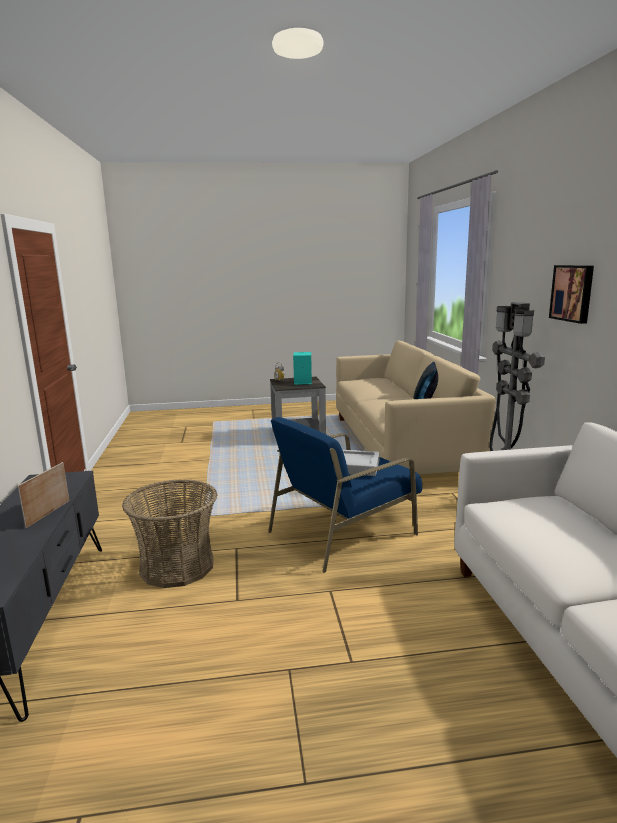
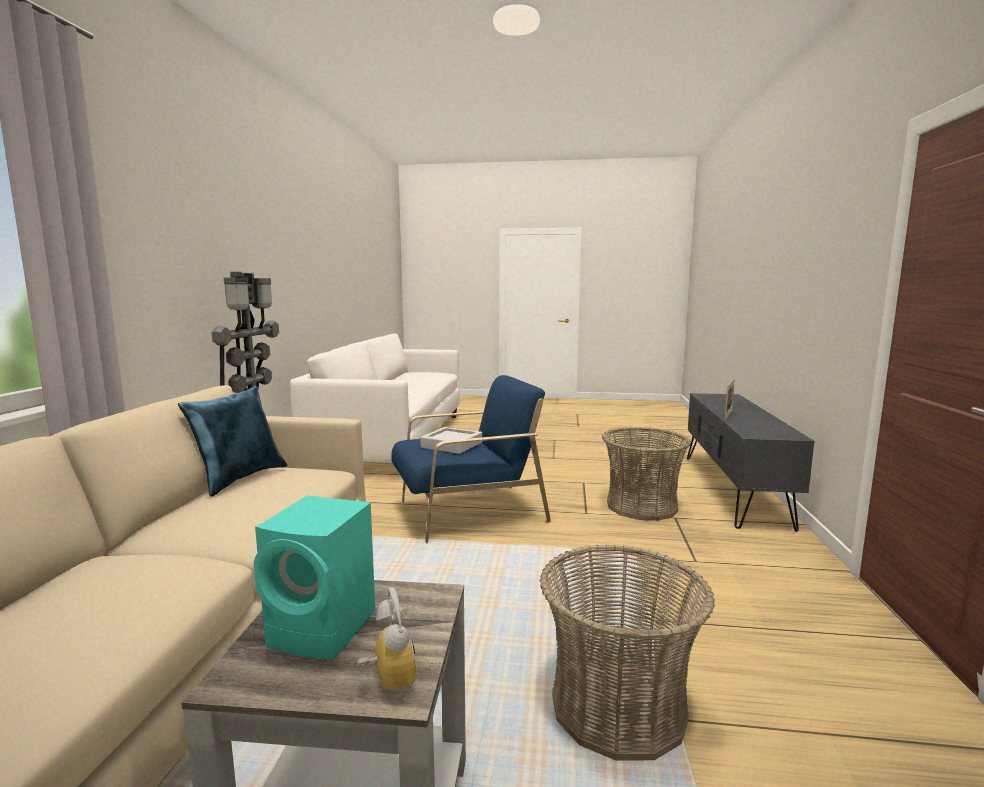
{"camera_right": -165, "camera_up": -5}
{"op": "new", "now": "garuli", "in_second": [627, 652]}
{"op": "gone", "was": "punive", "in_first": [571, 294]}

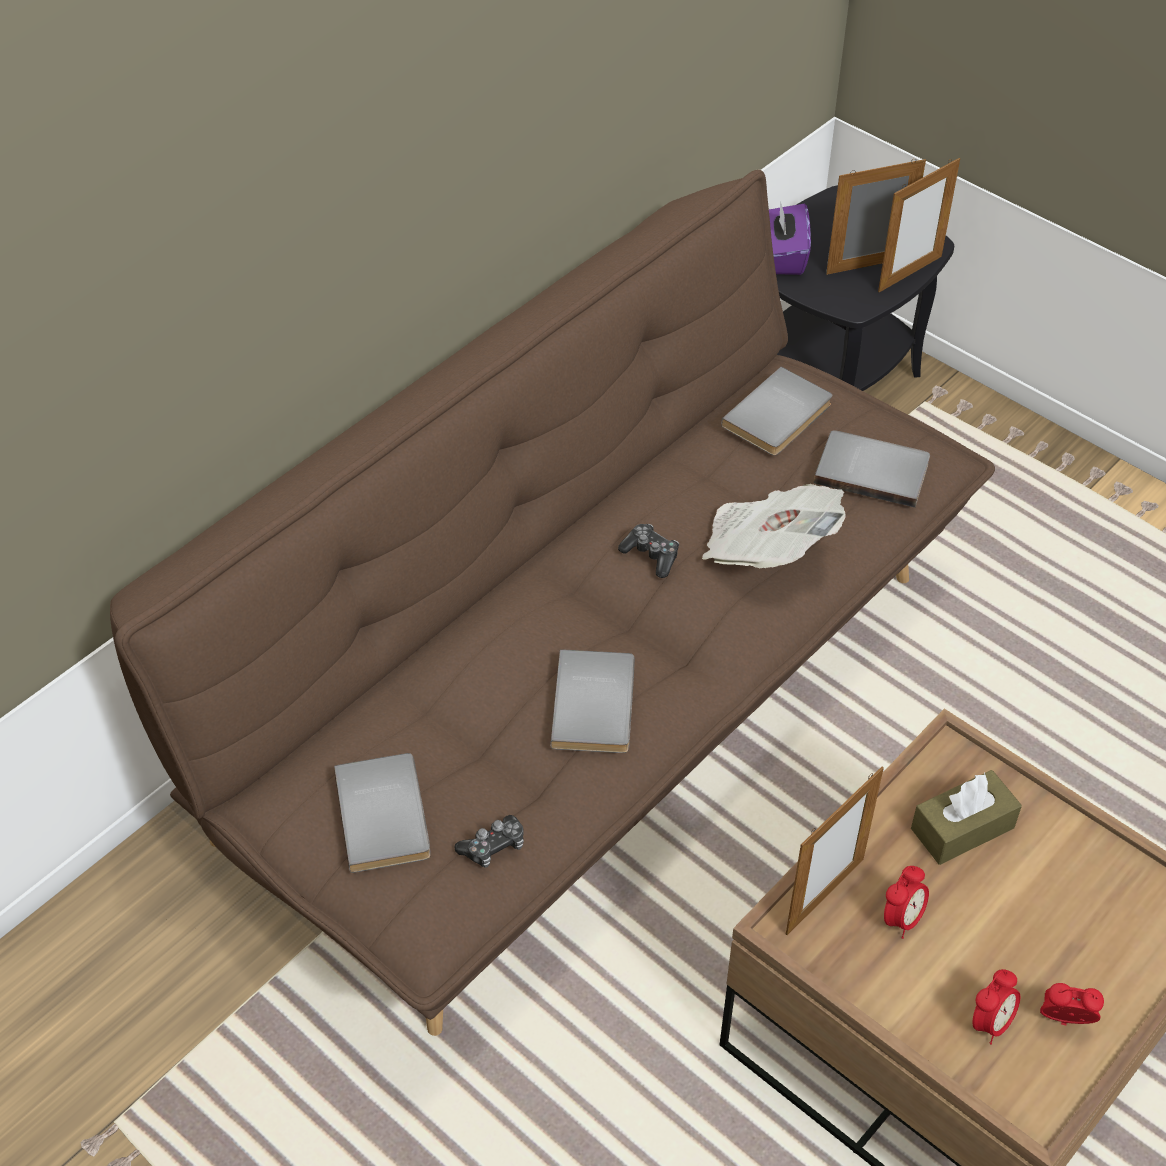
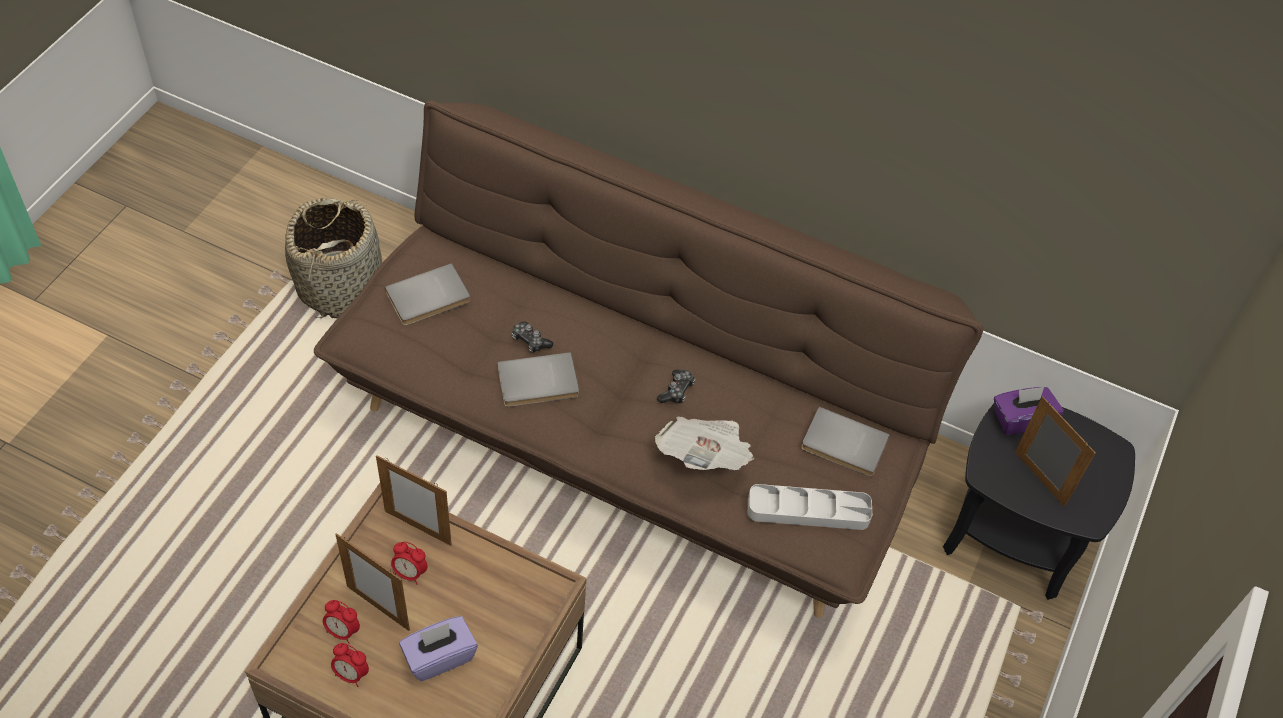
{"camera_right": 70, "camera_up": 5}
{"op": "new", "now": "garuli", "in_second": [333, 258]}
{"op": "rotated", "was": "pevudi", "in_first": [1072, 1004], "in_second": [350, 665], "clockwise": 120}
{"op": "shifted", "was": "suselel", "in_first": [919, 225], "in_second": [372, 582]}
{"op": "new", "now": "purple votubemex", "in_second": [438, 648]}
{"op": "shifted", "was": "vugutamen", "in_first": [489, 841], "in_second": [532, 337]}
{"op": "swapped", "was": "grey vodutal", "now": "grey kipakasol", "in_first": [872, 469], "in_second": [810, 507]}
{"op": "gone", "was": "brown votubemex", "in_first": [966, 817]}

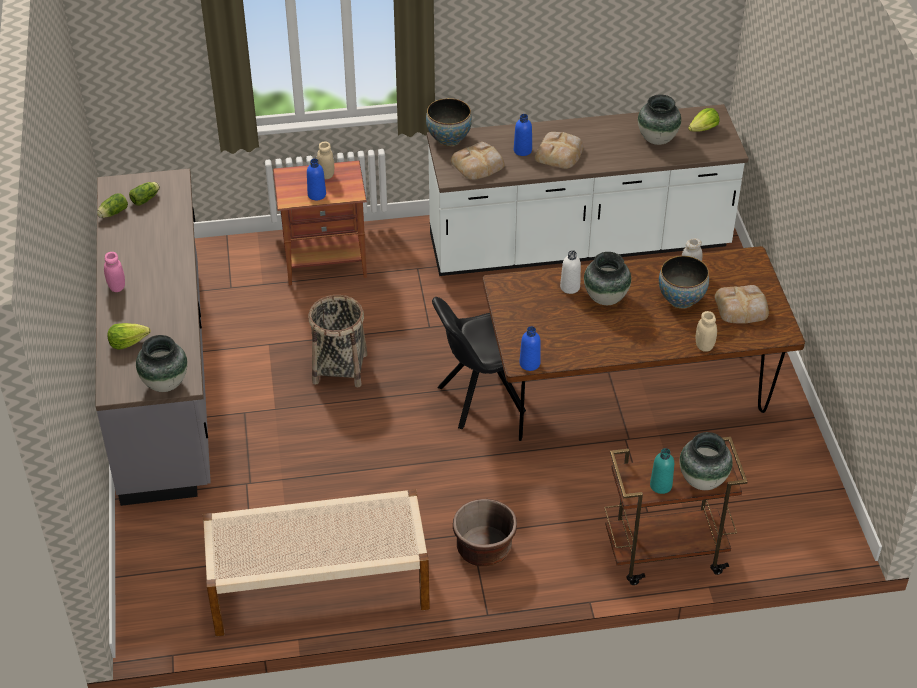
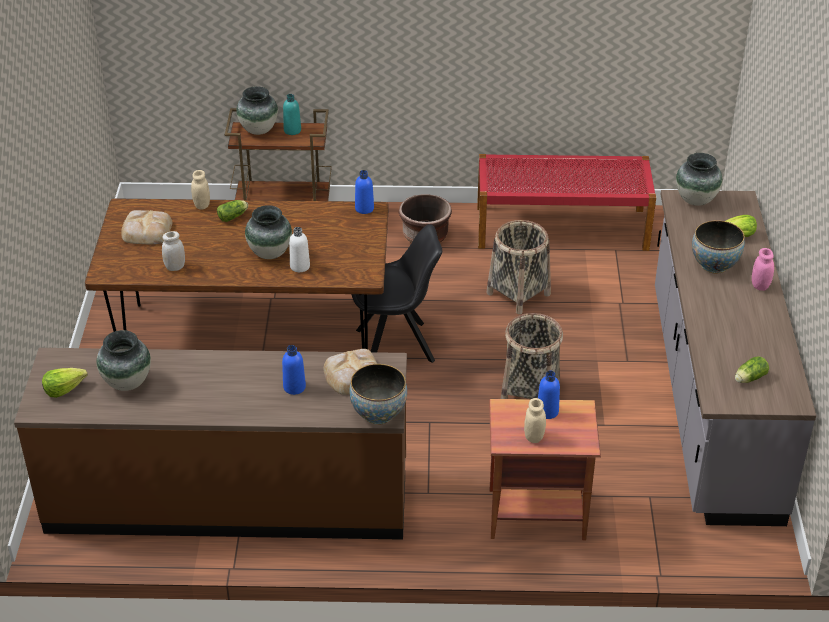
{"camera_right": -170, "camera_up": -5}
{"op": "repainted", "was": "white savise", "now": "brown savise", "in_first": [587, 190], "in_second": [210, 444]}
{"op": "shifted", "was": "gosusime", "in_first": [112, 205], "in_second": [232, 211]}
{"op": "repainted", "was": "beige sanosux", "now": "red sanosux", "in_first": [316, 562], "in_second": [566, 202]}
{"op": "new", "now": "garuli", "in_second": [519, 267]}
{"op": "shifted", "was": "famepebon", "in_first": [684, 282], "in_second": [718, 247]}
{"op": "gone", "was": "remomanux", "in_first": [559, 150]}

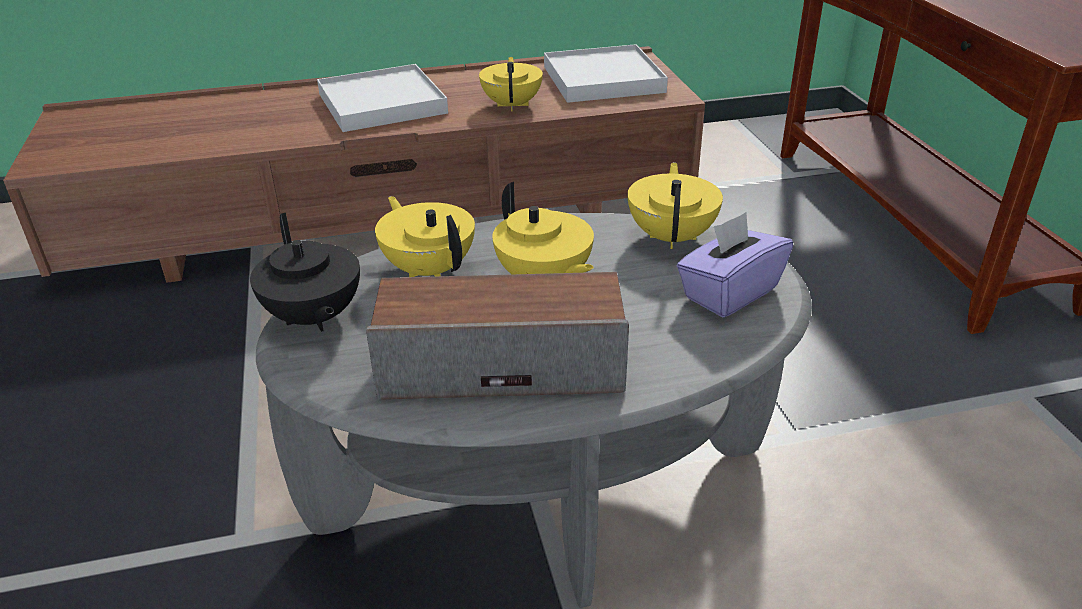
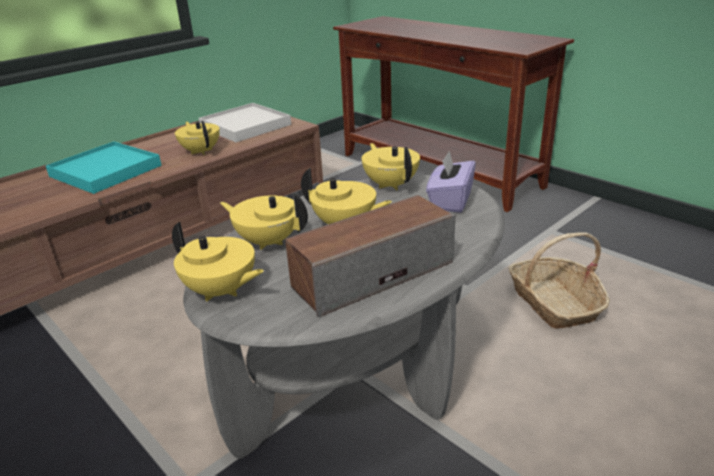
{"camera_right": -30, "camera_up": -5}
{"op": "repainted", "was": "white kipakasol", "now": "turquoise kipakasol", "in_first": [382, 98], "in_second": [104, 167]}
{"op": "repainted", "was": "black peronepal", "now": "yellow peronepal", "in_first": [305, 272], "in_second": [218, 261]}
{"op": "new", "now": "garuli", "in_second": [559, 280]}

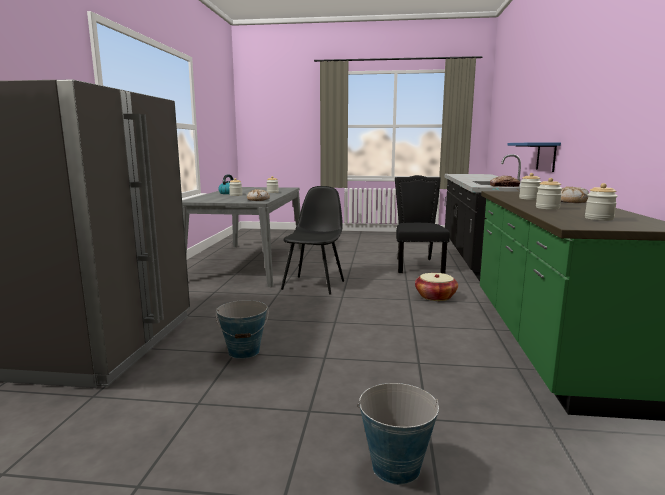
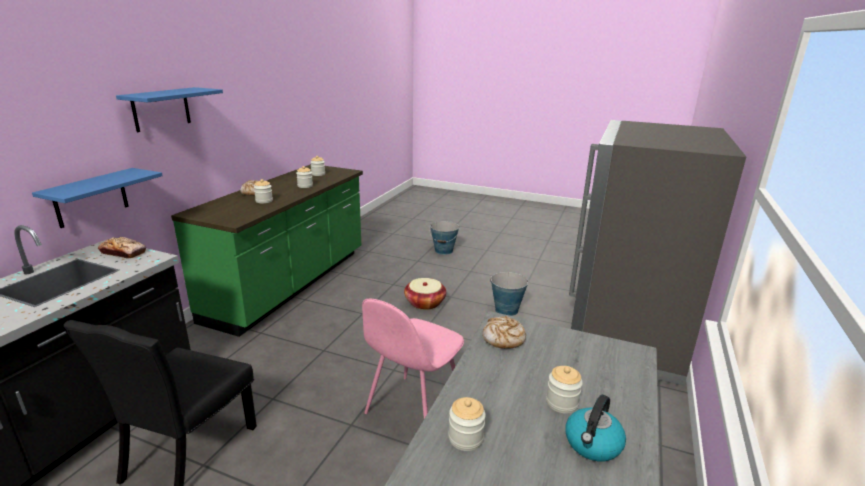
{"camera_right": -165, "camera_up": 10}
{"op": "new", "now": "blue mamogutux", "in_second": [169, 109]}
{"op": "repainted", "was": "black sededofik", "now": "pink sededofik", "in_first": [312, 240], "in_second": [413, 359]}
{"op": "shifted", "was": "garuli", "in_first": [436, 287], "in_second": [425, 294]}

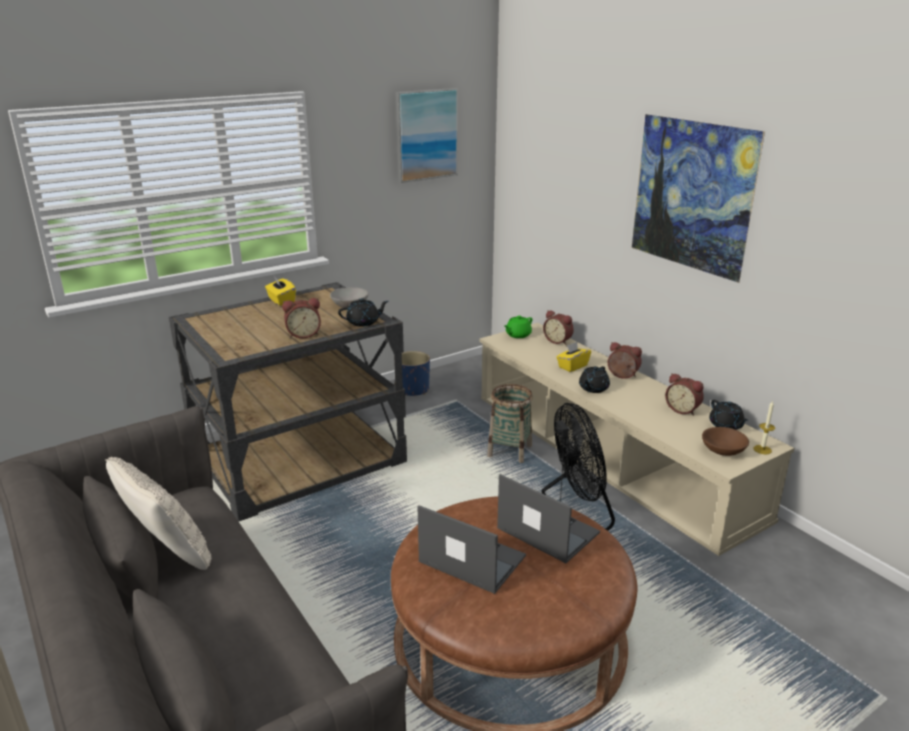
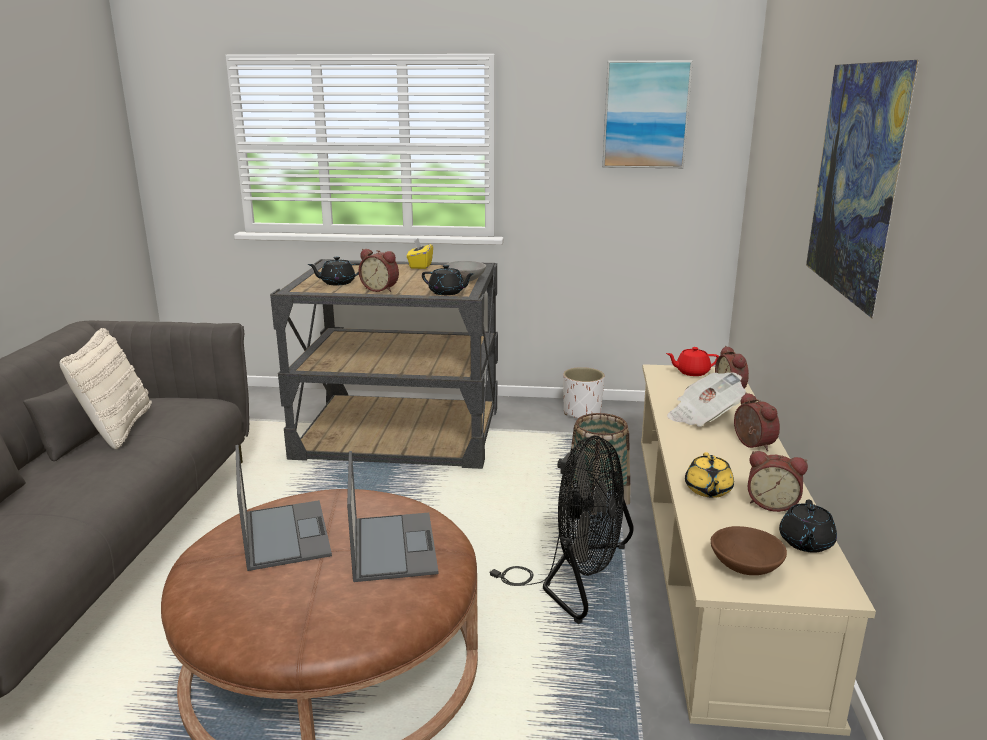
{"camera_right": 40, "camera_up": -5}
{"op": "shifted", "was": "black peronepal", "in_first": [594, 379], "in_second": [333, 270]}
{"op": "repainted", "was": "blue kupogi", "now": "white kupogi", "in_first": [416, 373], "in_second": [584, 392]}
{"op": "repainted", "was": "green peronepal", "now": "red peronepal", "in_first": [518, 327], "in_second": [692, 361]}
{"op": "swapped", "was": "yellow votubemex", "now": "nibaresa", "in_first": [574, 357], "in_second": [706, 399]}
{"op": "new", "now": "yellow peronepal", "in_second": [709, 475]}
{"op": "rotated", "was": "pevudi", "in_first": [684, 394], "in_second": [778, 481], "clockwise": -60}
{"op": "gone", "was": "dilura", "in_first": [764, 427]}

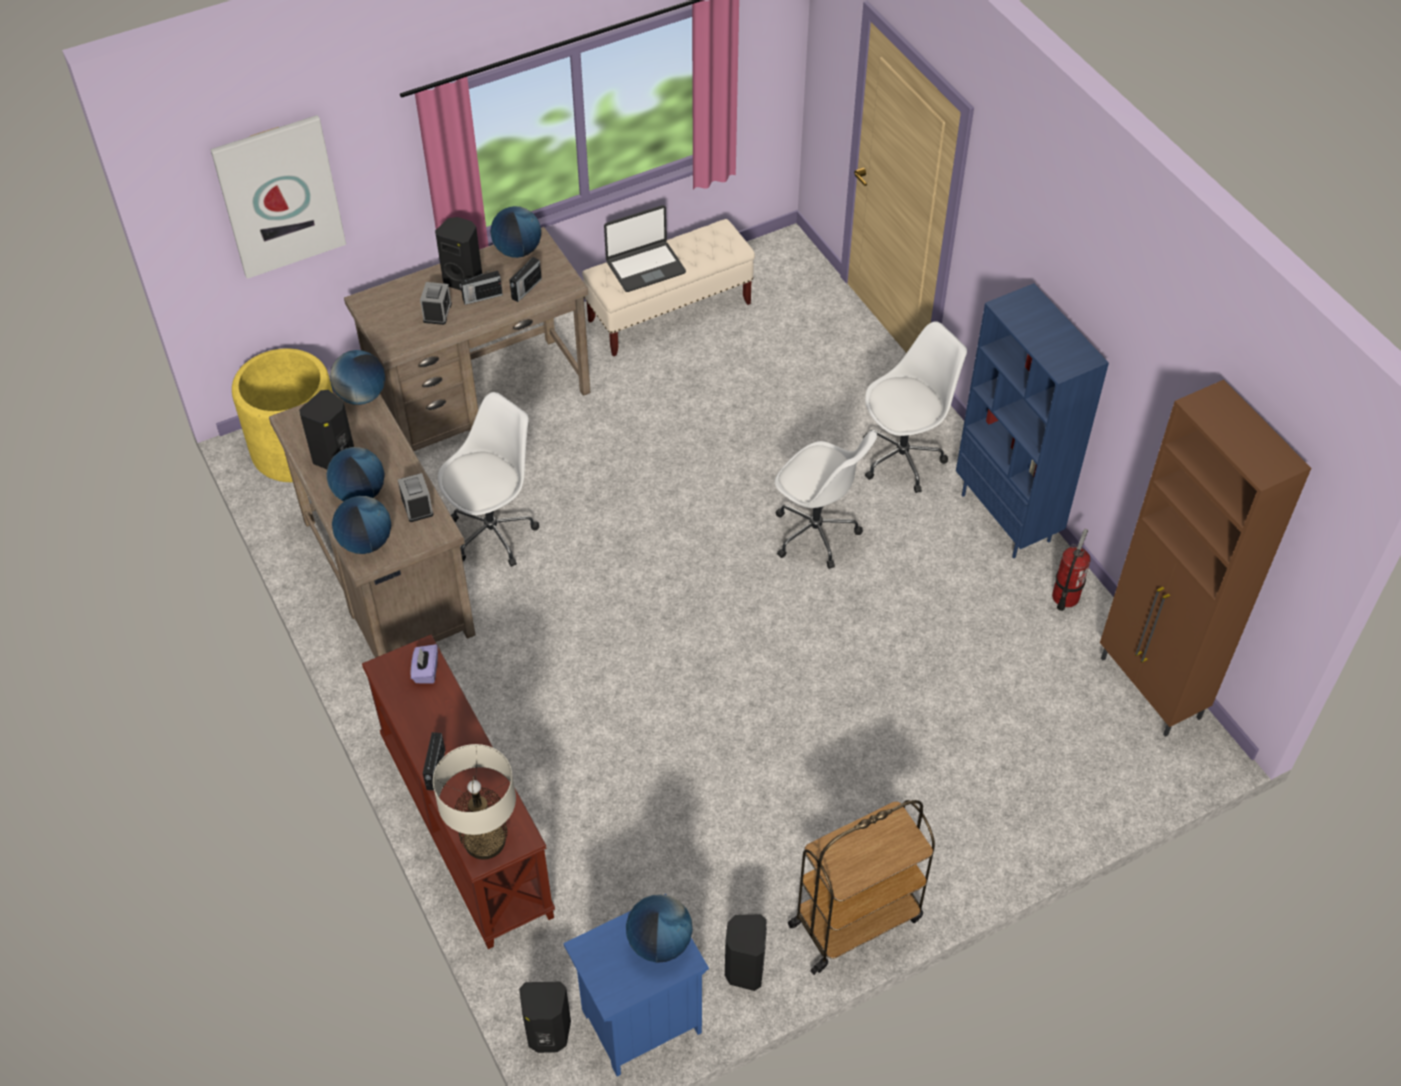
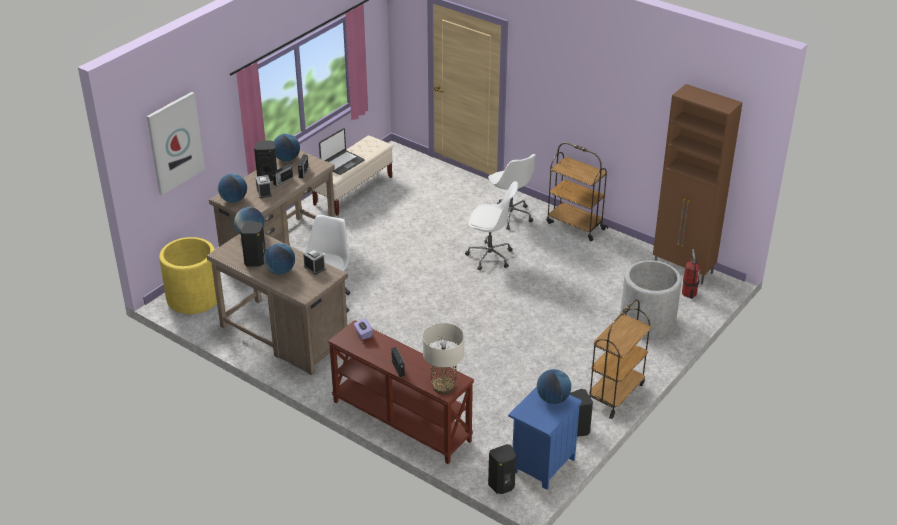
{"camera_right": -25, "camera_up": -15}
{"op": "shifted", "was": "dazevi", "in_first": [361, 525], "in_second": [232, 188]}
{"op": "rotated", "was": "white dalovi", "in_first": [915, 407], "in_second": [512, 192], "clockwise": 120}
{"op": "swapped", "was": "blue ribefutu", "now": "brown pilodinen", "in_first": [1032, 420], "in_second": [577, 192]}
{"op": "new", "now": "grey kupogi", "in_second": [651, 299]}
{"op": "shifted", "was": "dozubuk", "in_first": [1071, 570], "in_second": [691, 274]}

